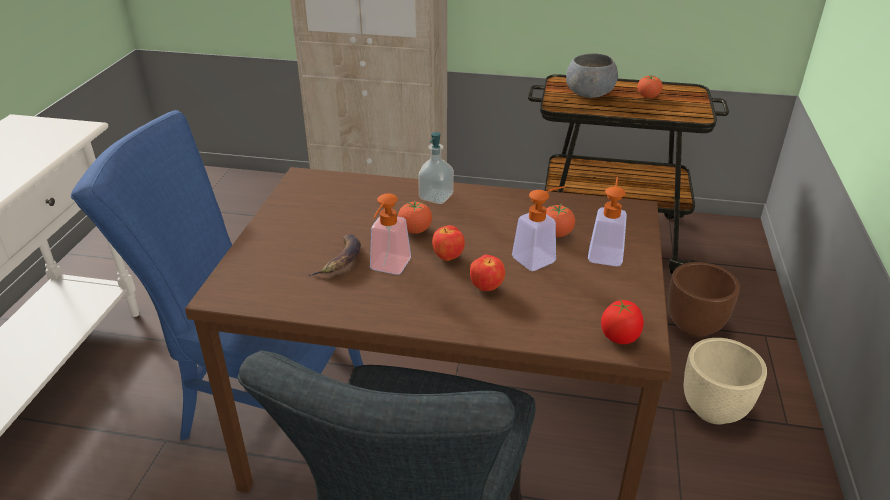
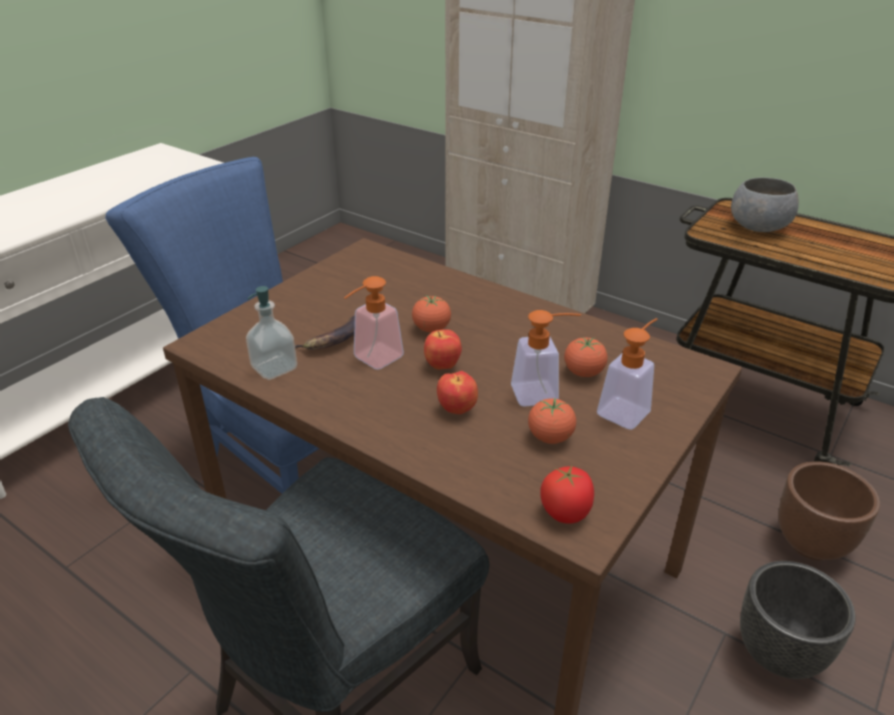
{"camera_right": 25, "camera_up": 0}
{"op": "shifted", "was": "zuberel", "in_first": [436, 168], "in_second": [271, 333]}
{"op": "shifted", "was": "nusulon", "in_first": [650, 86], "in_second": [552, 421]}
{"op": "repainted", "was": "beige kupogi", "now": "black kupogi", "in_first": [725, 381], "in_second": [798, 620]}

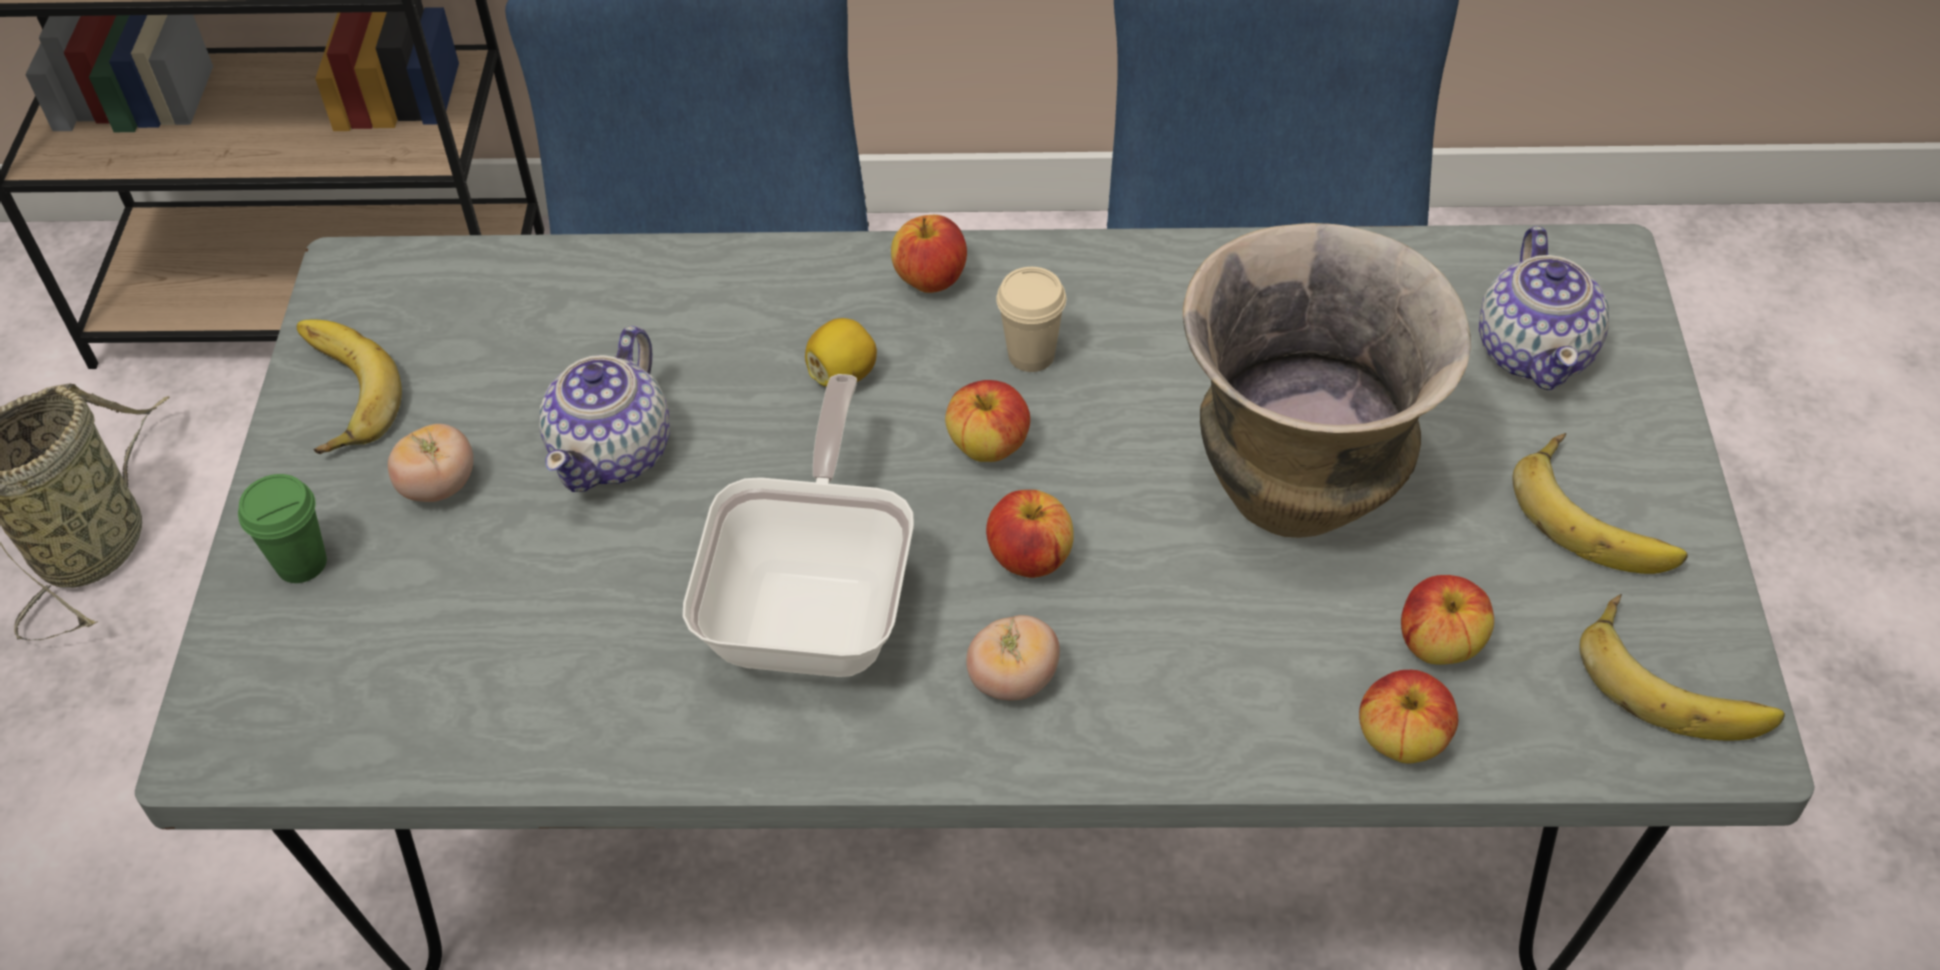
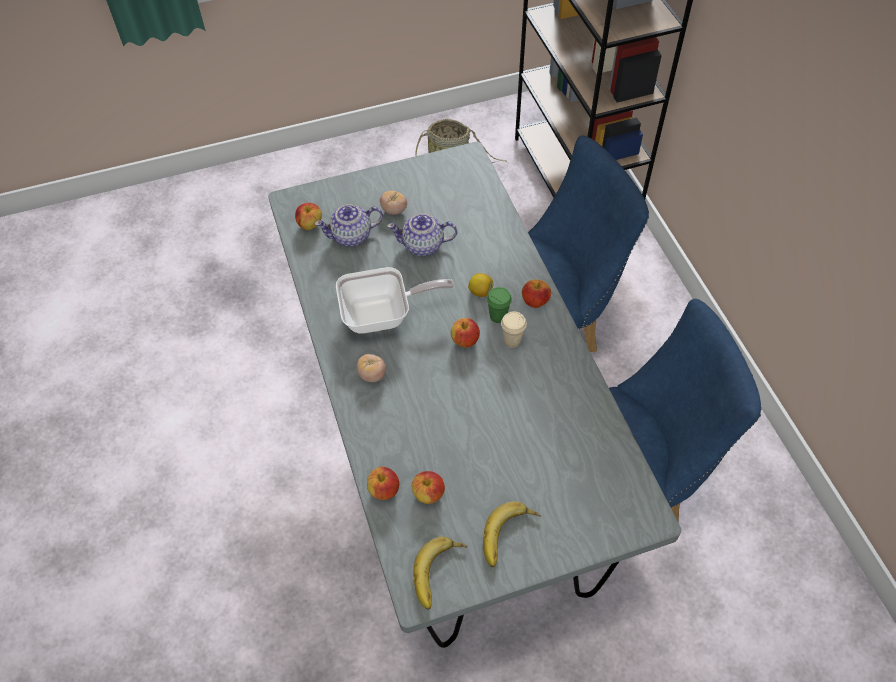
{"camera_right": 70, "camera_up": 5}
{"op": "shifted", "was": "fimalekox", "in_first": [1030, 534], "in_second": [308, 216]}
{"op": "shifted", "was": "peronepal", "in_first": [1544, 308], "in_second": [349, 225]}
{"op": "shifted", "was": "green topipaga", "in_first": [282, 528], "in_second": [499, 305]}
{"op": "gone", "was": "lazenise", "in_first": [349, 387]}
{"op": "gone", "was": "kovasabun", "in_first": [1327, 380]}

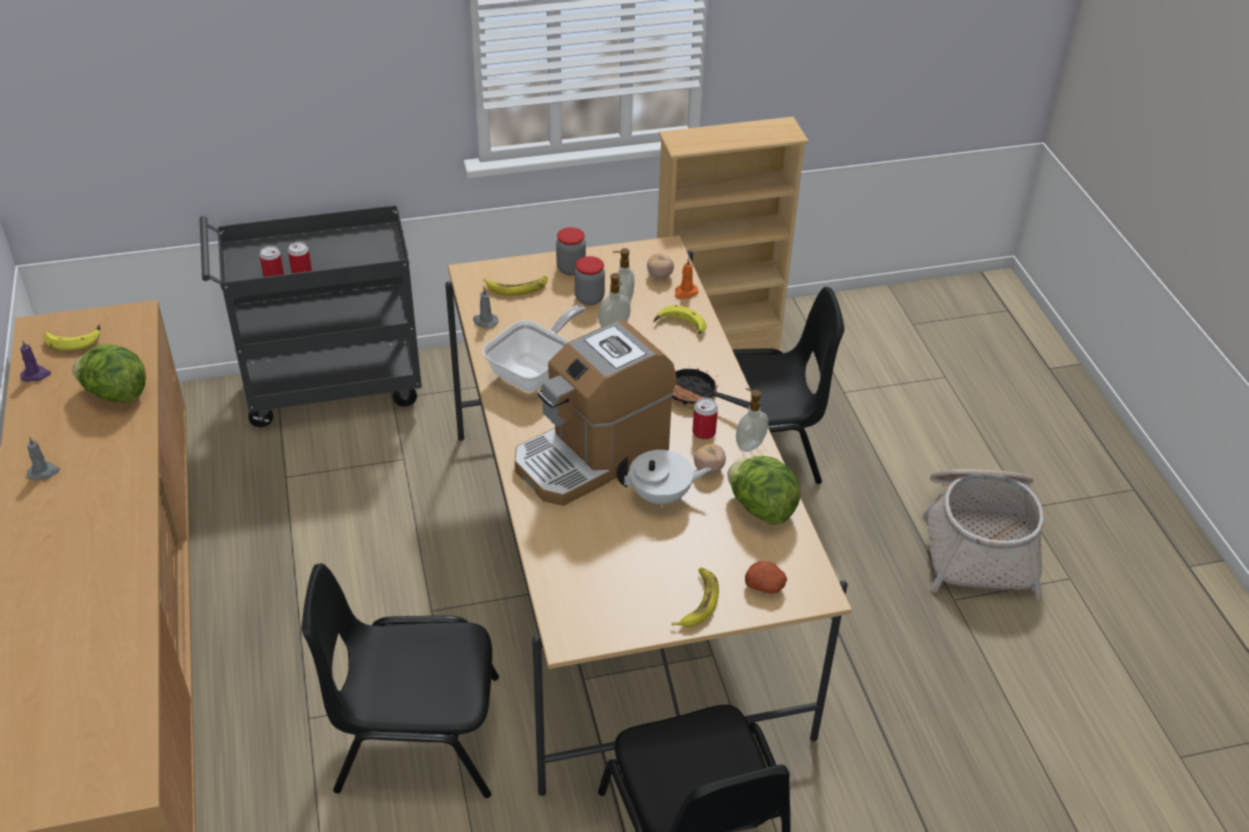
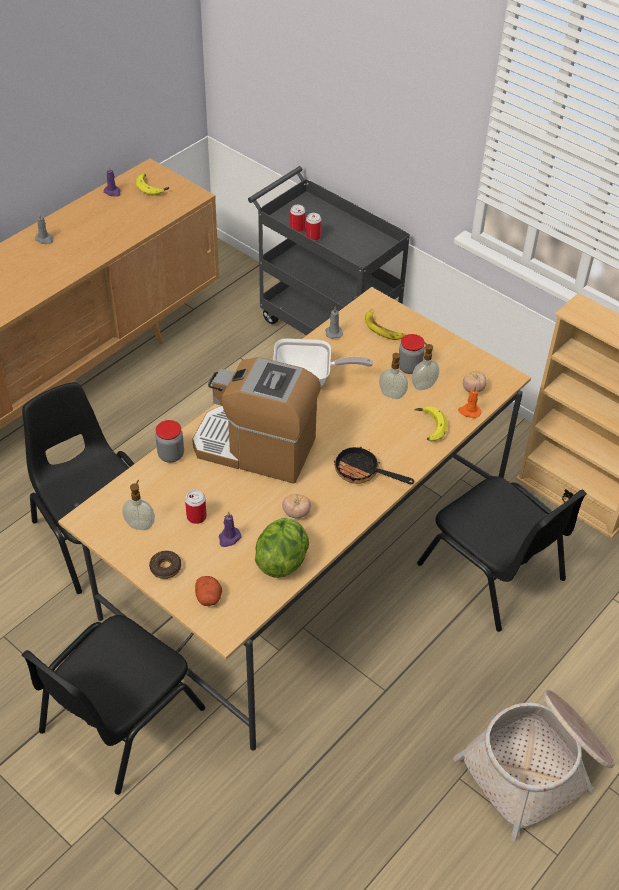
{"camera_right": 55, "camera_up": 5}
{"op": "shifted", "was": "zuberel", "in_first": [752, 420], "in_second": [138, 505]}
{"op": "swapped", "was": "lazenise", "now": "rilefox", "in_first": [695, 597], "in_second": [165, 565]}
{"op": "shifted", "was": "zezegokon", "in_first": [571, 251], "in_second": [169, 441]}
{"op": "shifted", "was": "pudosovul", "in_first": [705, 419], "in_second": [196, 507]}
{"op": "new", "now": "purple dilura", "in_second": [230, 529]}
{"op": "rotated", "was": "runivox", "in_first": [711, 387], "in_second": [374, 464], "clockwise": -60}
{"op": "gone", "was": "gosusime", "in_first": [109, 374]}
{"op": "gone", "was": "white peronepal", "in_first": [663, 479]}

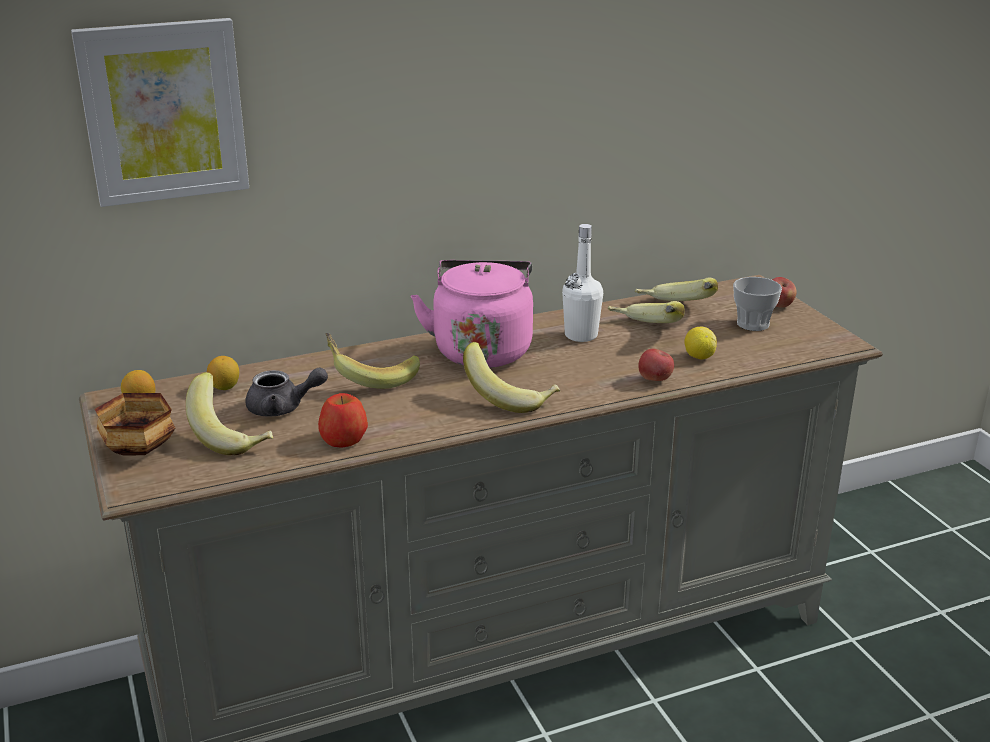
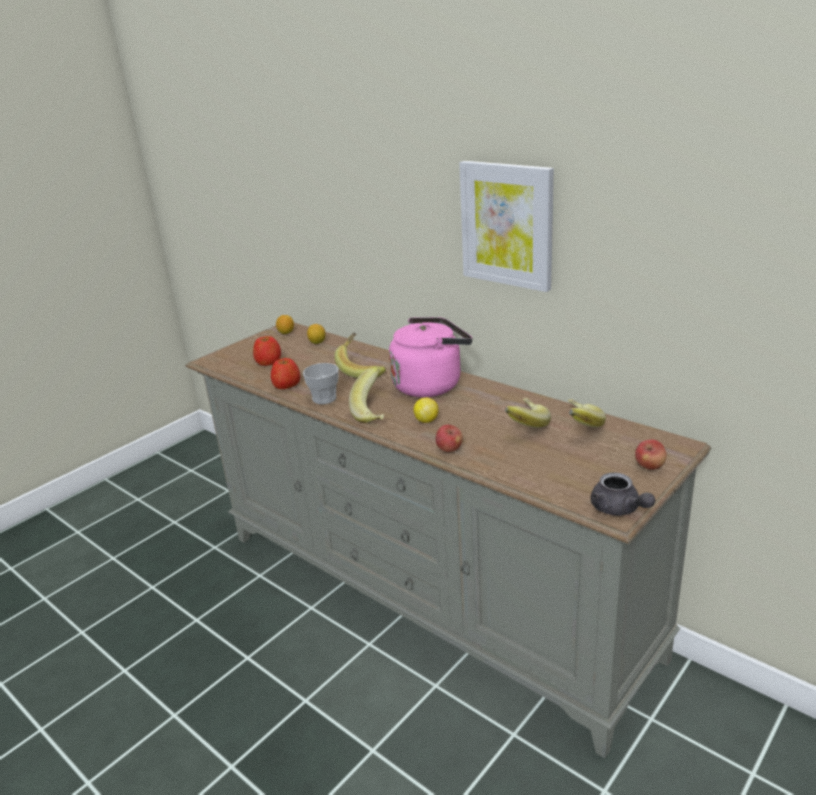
{"camera_right": 65, "camera_up": 0}
{"op": "swapped", "was": "lazenise", "now": "fimalekox", "in_first": [229, 413], "in_second": [267, 351]}
{"op": "shifted", "was": "topipaga", "in_first": [757, 304], "in_second": [321, 383]}
{"op": "shifted", "was": "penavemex", "in_first": [700, 343], "in_second": [426, 410]}
{"op": "shifted", "was": "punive", "in_first": [160, 112], "in_second": [506, 226]}
{"op": "shifted", "was": "grey peronepal", "in_first": [286, 392], "in_second": [623, 494]}
{"op": "gone", "was": "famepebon", "in_first": [135, 424]}
{"op": "gone", "was": "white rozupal", "in_first": [582, 283]}

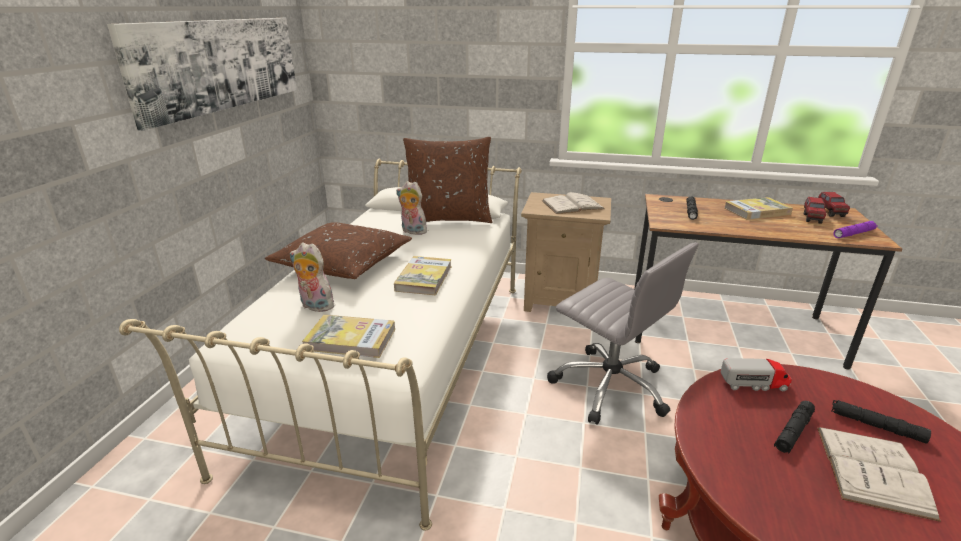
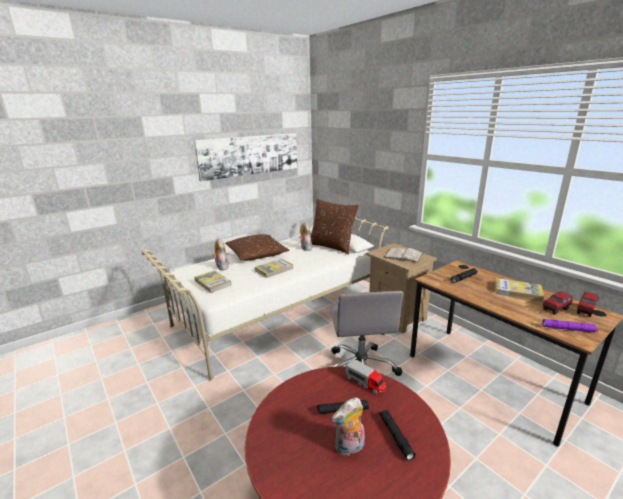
{"camera_right": 40, "camera_up": -5}
{"op": "swapped", "was": "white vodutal", "now": "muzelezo", "in_first": [879, 474], "in_second": [348, 426]}

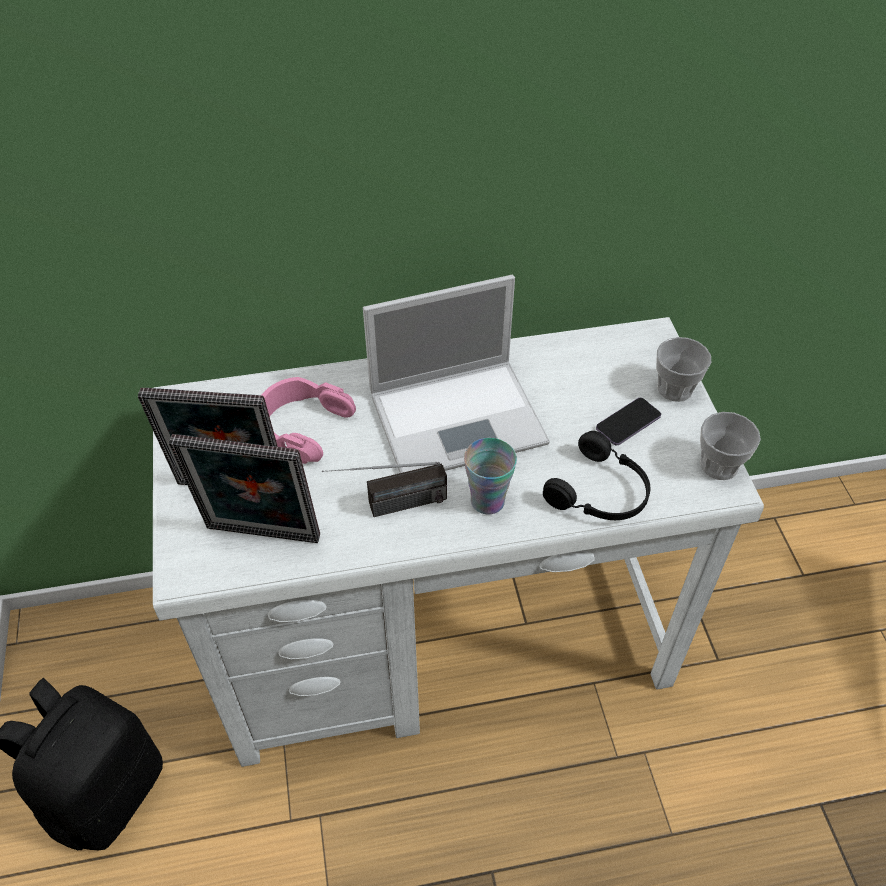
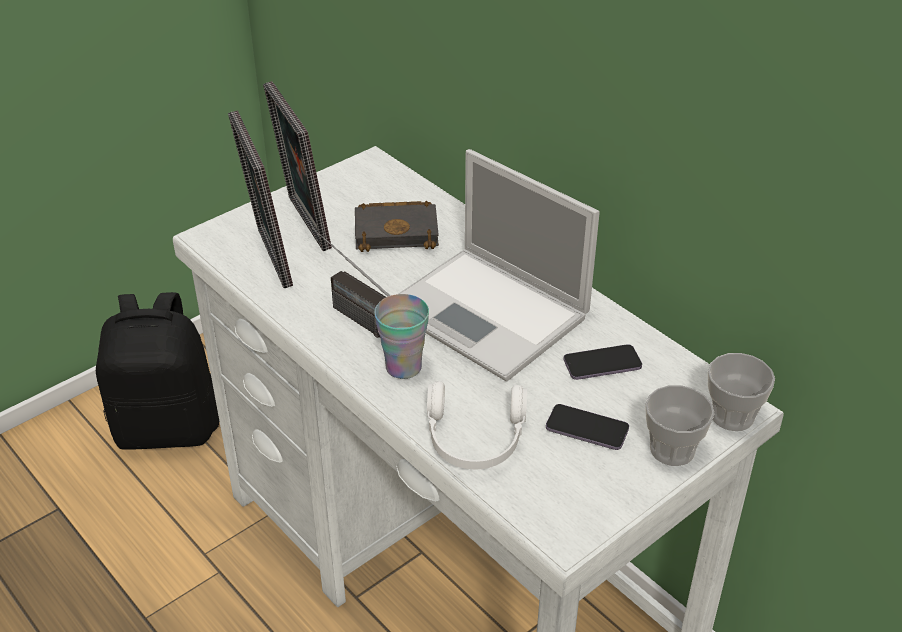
{"camera_right": 60, "camera_up": -10}
{"op": "swapped", "was": "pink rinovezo", "now": "black vodutal", "in_first": [309, 420], "in_second": [397, 226]}
{"op": "repainted", "was": "black rinovezo", "now": "white rinovezo", "in_first": [596, 475], "in_second": [477, 425]}
{"op": "new", "now": "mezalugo", "in_second": [602, 362]}
{"op": "shifted", "was": "topipaga", "in_first": [730, 446], "in_second": [741, 392]}

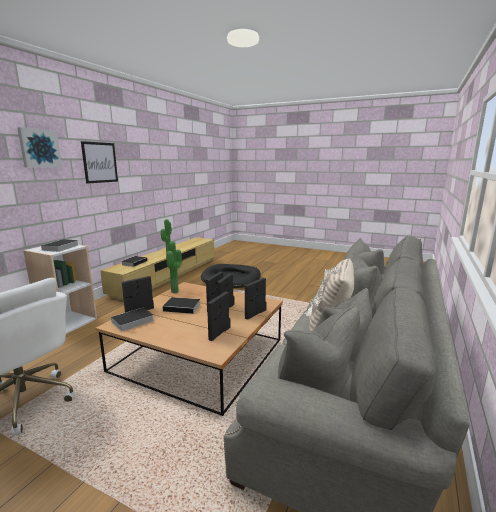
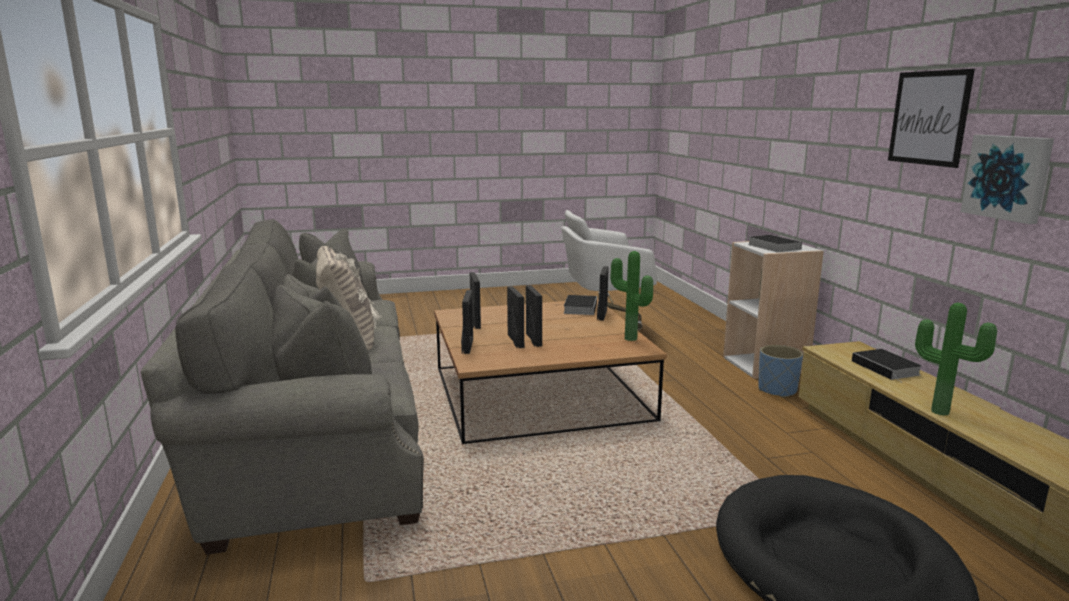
{"camera_right": 140, "camera_up": 0}
{"op": "new", "now": "blue kupogi", "in_second": [780, 371]}
{"op": "shifted", "was": "punive", "in_first": [39, 147], "in_second": [1007, 179]}
{"op": "gone", "was": "vodutal", "in_first": [181, 305]}

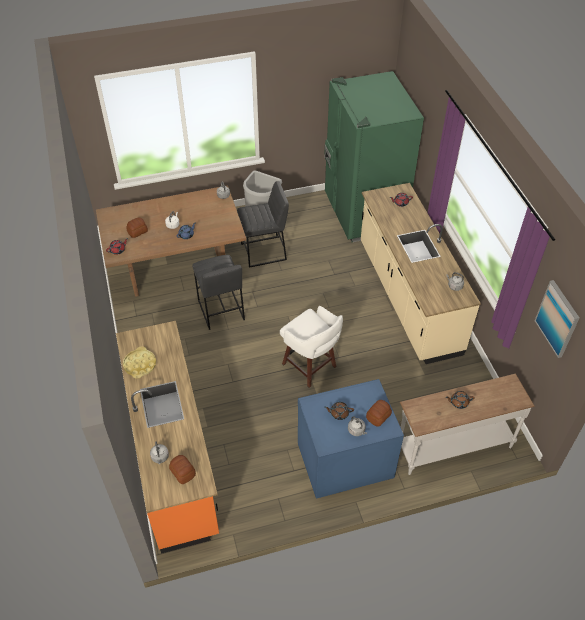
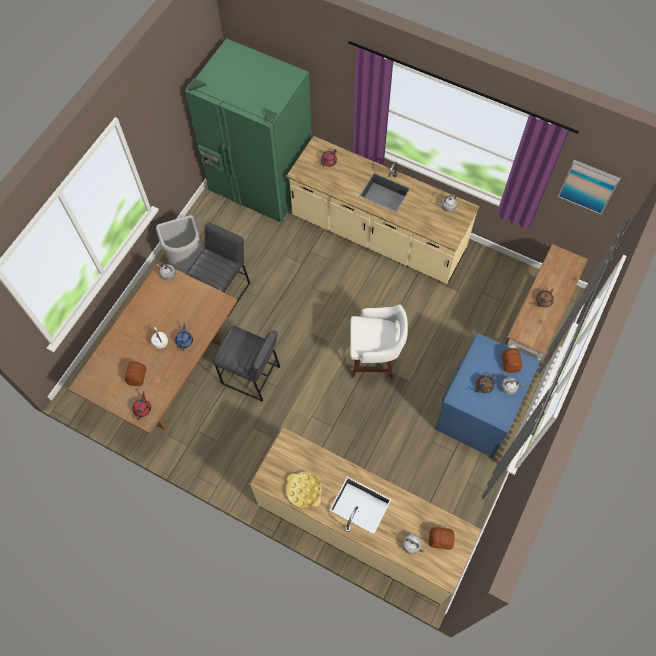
{"camera_right": -45, "camera_up": 15}
{"op": "repainted", "was": "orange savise", "now": "beige savise", "in_first": [167, 437], "in_second": [365, 516]}

